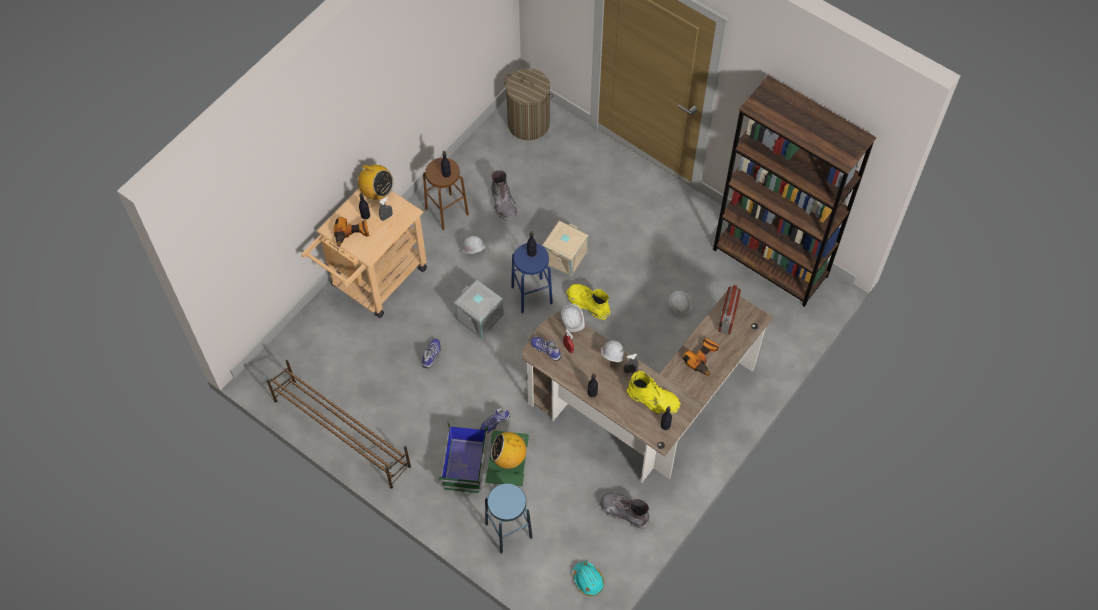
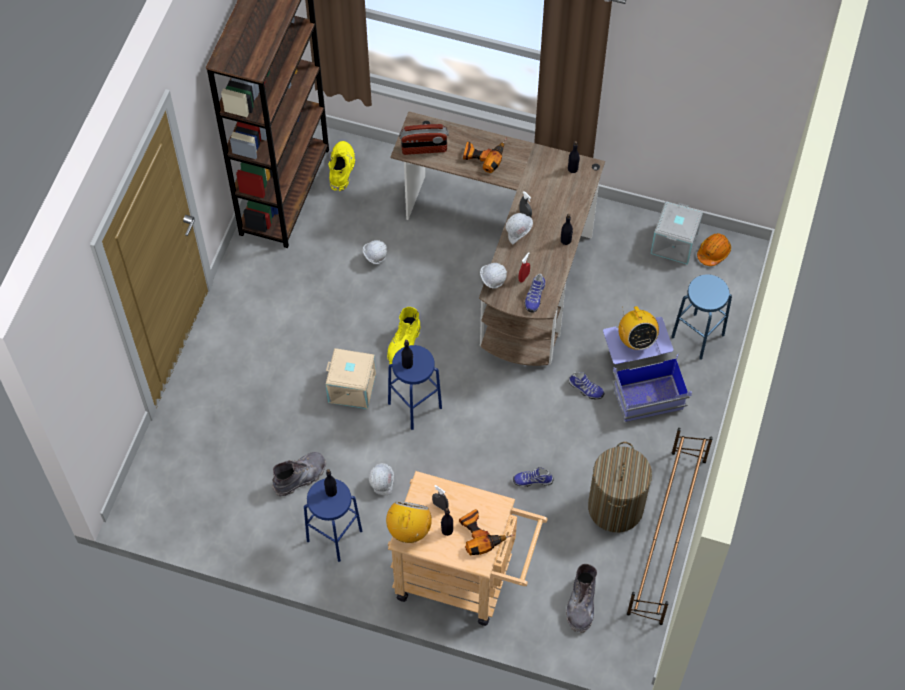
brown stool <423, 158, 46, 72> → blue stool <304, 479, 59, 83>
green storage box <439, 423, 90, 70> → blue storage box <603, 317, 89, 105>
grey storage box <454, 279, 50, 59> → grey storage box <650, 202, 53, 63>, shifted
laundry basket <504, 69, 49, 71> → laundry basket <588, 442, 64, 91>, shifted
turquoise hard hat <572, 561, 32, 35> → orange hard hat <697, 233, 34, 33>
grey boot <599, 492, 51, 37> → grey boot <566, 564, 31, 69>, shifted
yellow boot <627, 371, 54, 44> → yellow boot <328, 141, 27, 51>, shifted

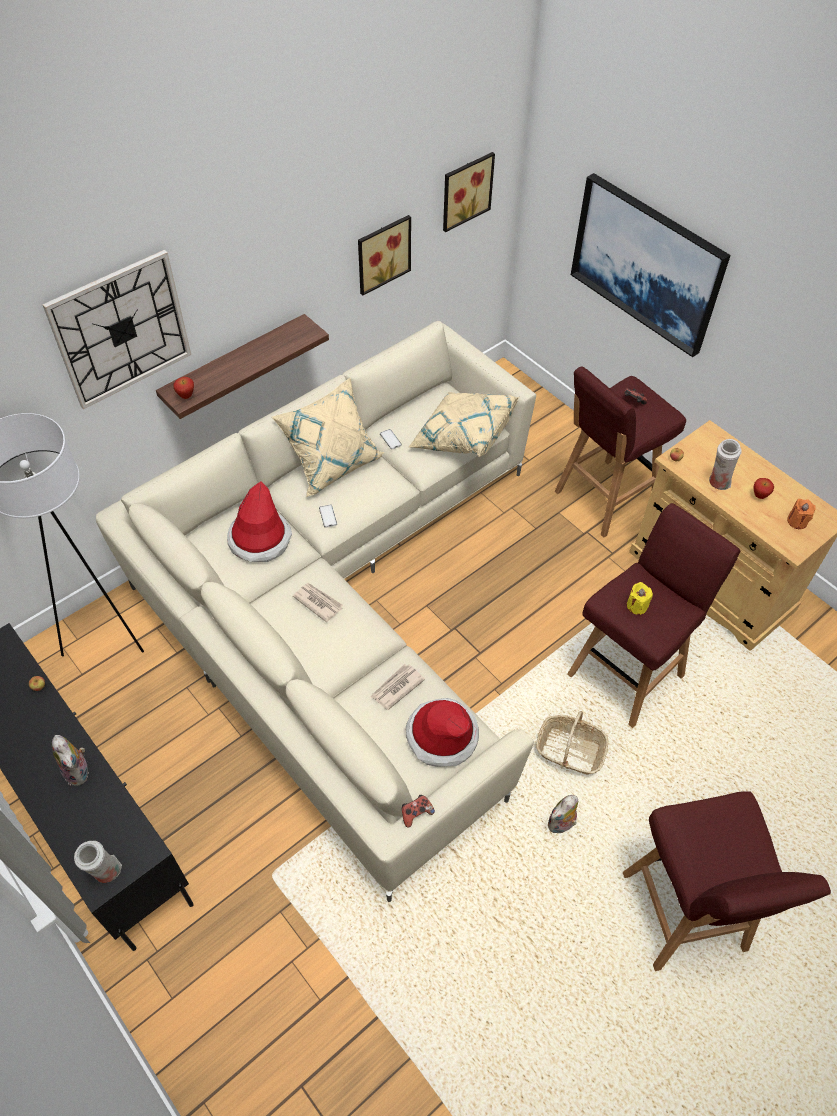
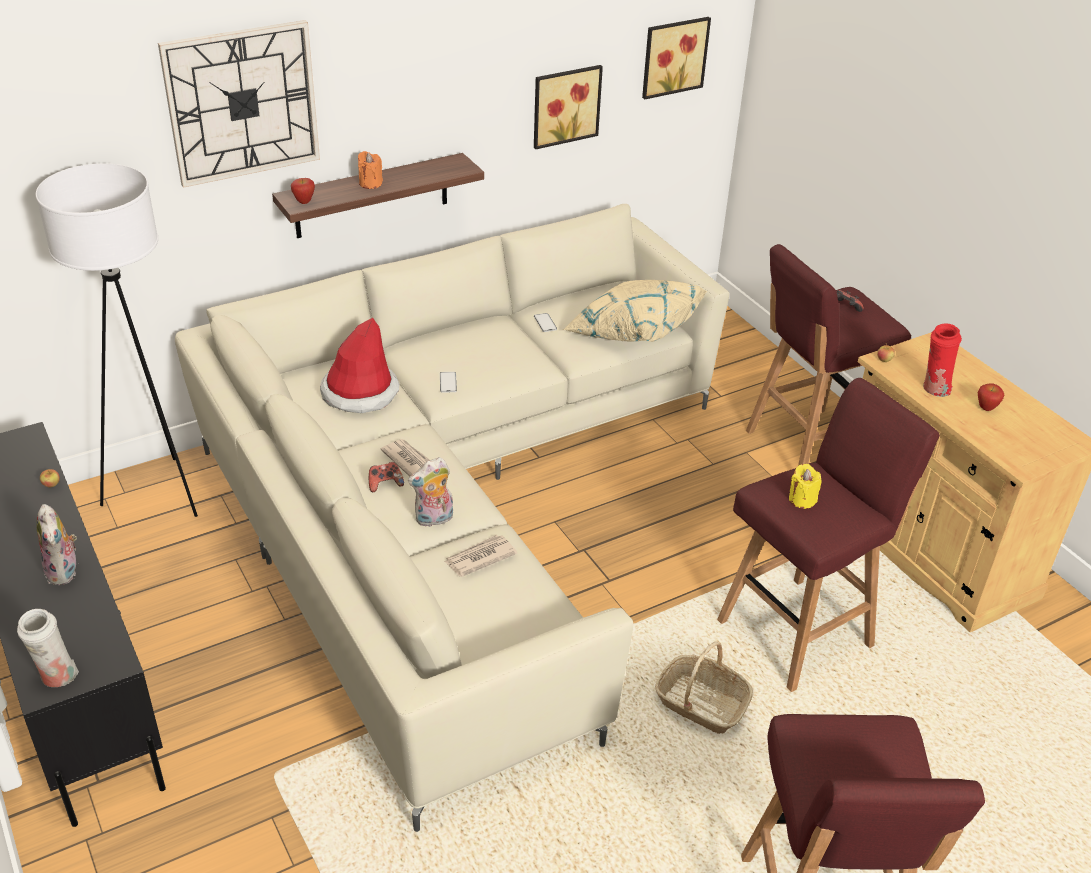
beige pillow <272, 378, 112, 119> → -
game controller <402, 795, 33, 33> → game controller <369, 462, 35, 30>, shifted
hat <406, 698, 73, 69> → -
plush toy <548, 795, 30, 38> → plush toy <408, 457, 45, 70>, shifted
picture <571, 173, 160, 184> → -
white vase <709, 439, 33, 51> → red vase <923, 324, 39, 73>
orange candle <787, 499, 29, 30> → orange candle <358, 151, 25, 38>, shifted

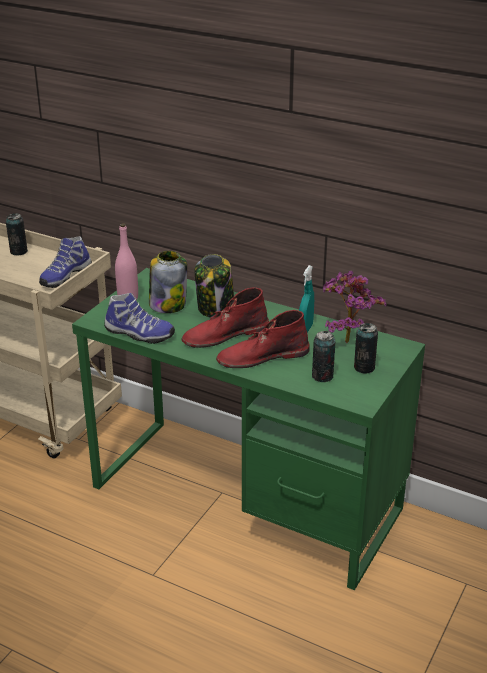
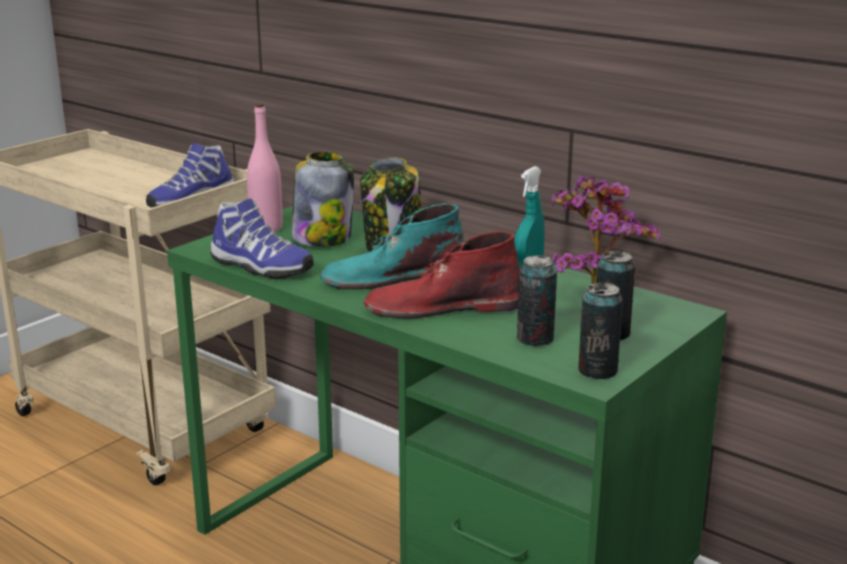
can <6, 213, 22, 43> → can <578, 282, 45, 97>, shifted
red boot <181, 287, 88, 61> → turquoise boot <320, 203, 145, 86>

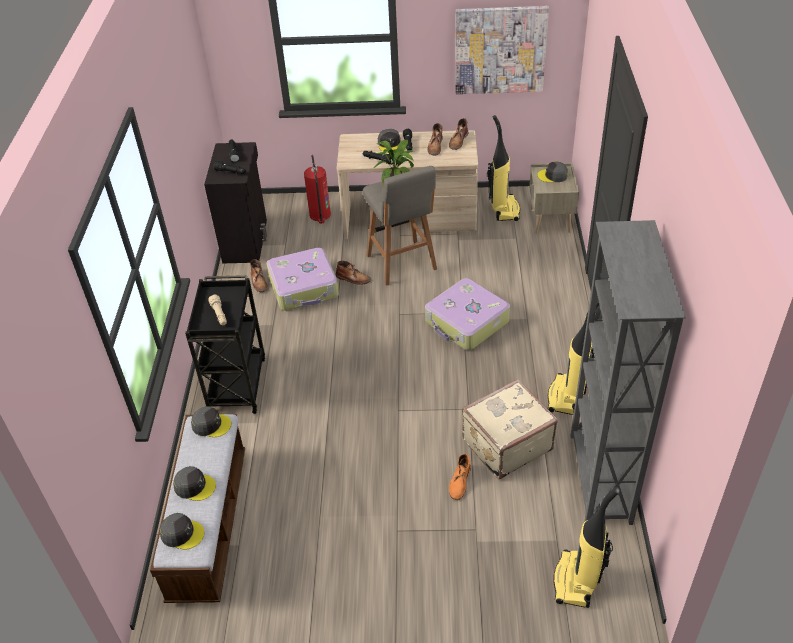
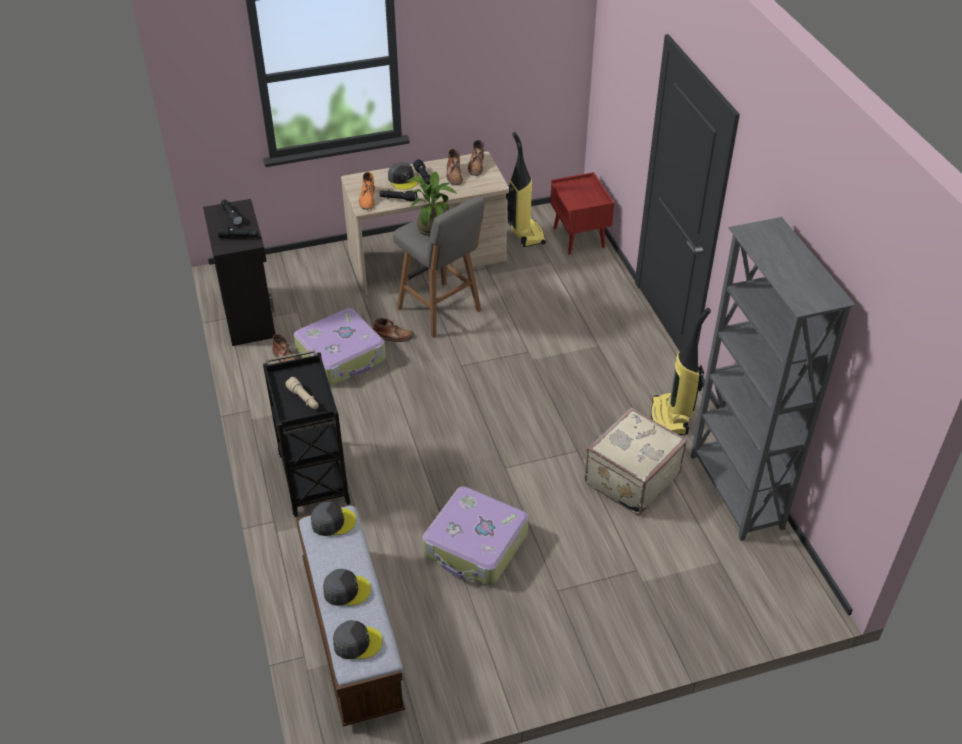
fire extinguisher <304, 155, 27, 69> → -
suitcase <425, 278, 85, 72> → suitcase <423, 486, 106, 100>, shifted
orange boot <449, 454, 22, 46> → orange boot <359, 172, 16, 38>, shifted
picture <455, 6, 94, 88> → -
beige nightstand <529, 163, 50, 71> → red nightstand <550, 172, 64, 83>
grey cap <537, 161, 31, 21> → -
vacuum cleaner <553, 487, 67, 121> → -

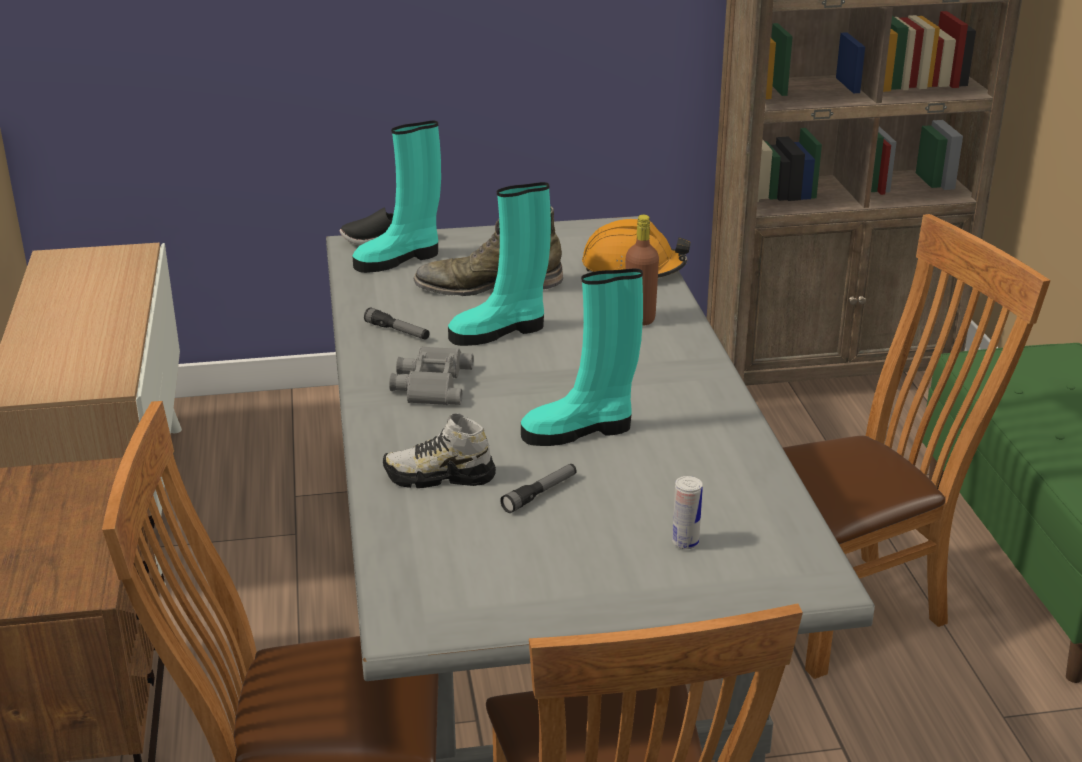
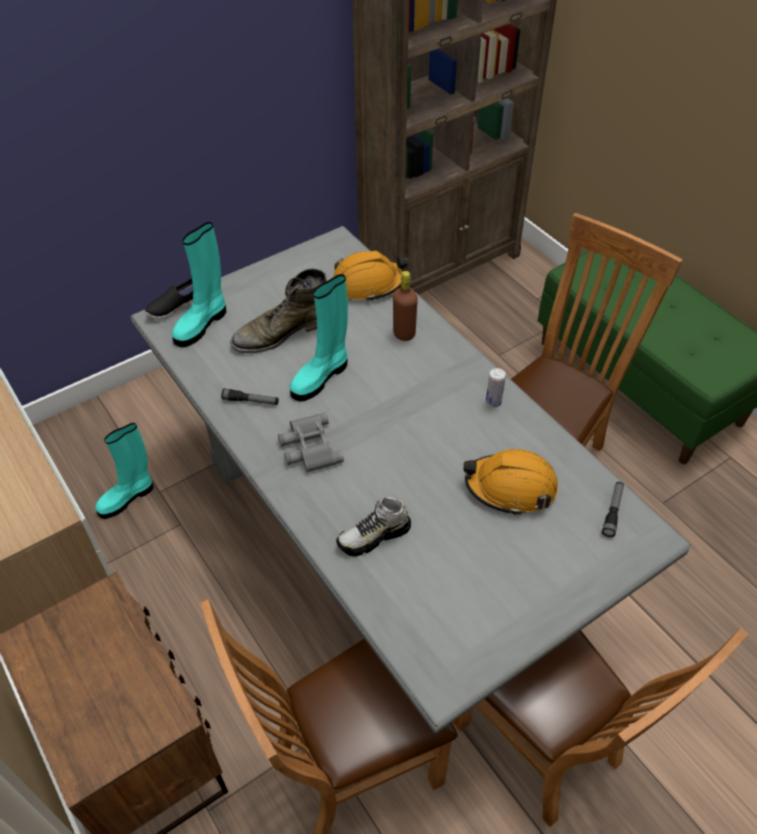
flashlight <500, 464, 77, 49> → flashlight <602, 482, 22, 55>, shifted
turquoise boot <521, 269, 122, 177> → turquoise boot <95, 423, 58, 96>, shifted
can <672, 476, 31, 73> → can <486, 368, 20, 39>, shifted
- → orange hard hat <463, 449, 95, 67>

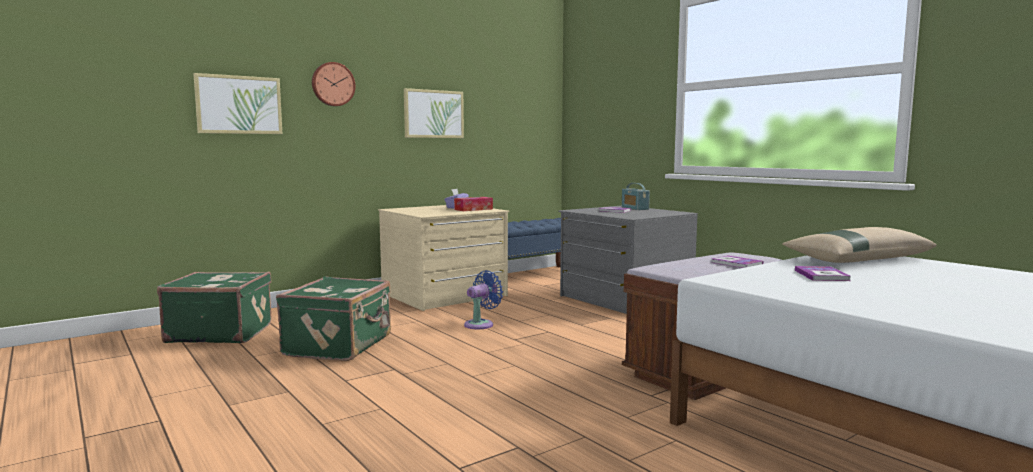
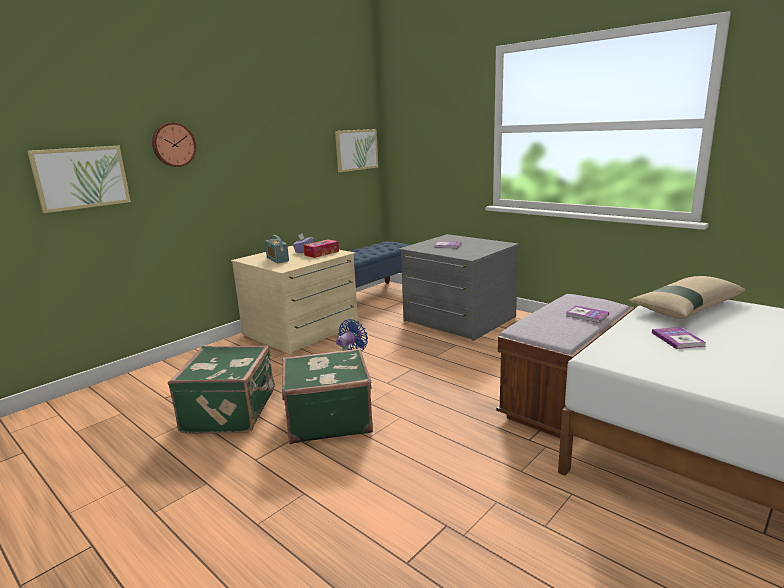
green suitcase <157, 272, 114, 71> → green suitcase <282, 348, 91, 96>, shifted
picture <404, 88, 60, 50> → picture <335, 129, 43, 43>, shifted
radio <622, 183, 28, 27> → radio <265, 235, 24, 28>, shifted

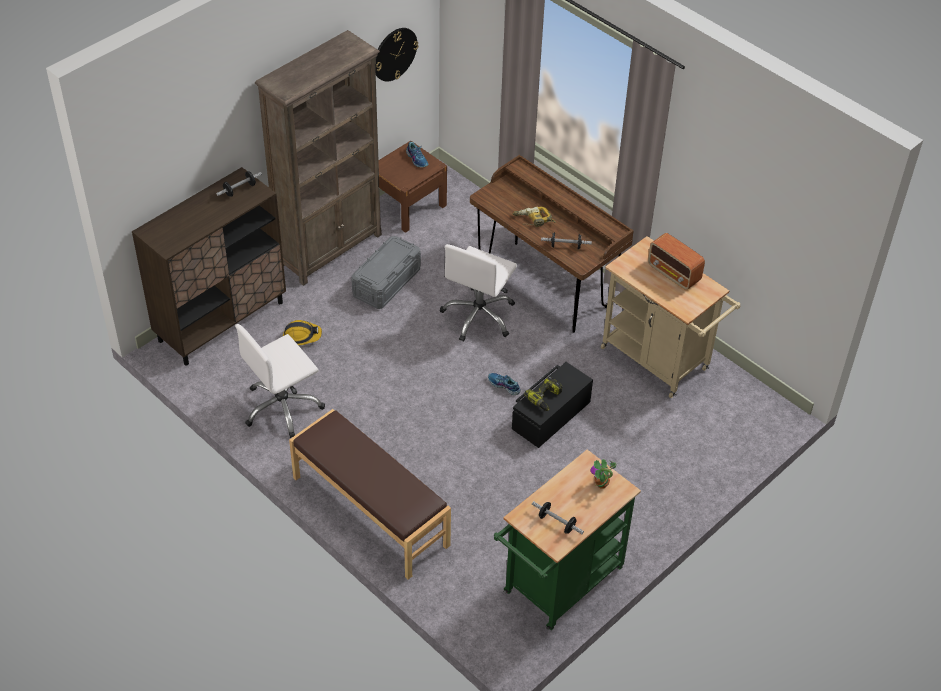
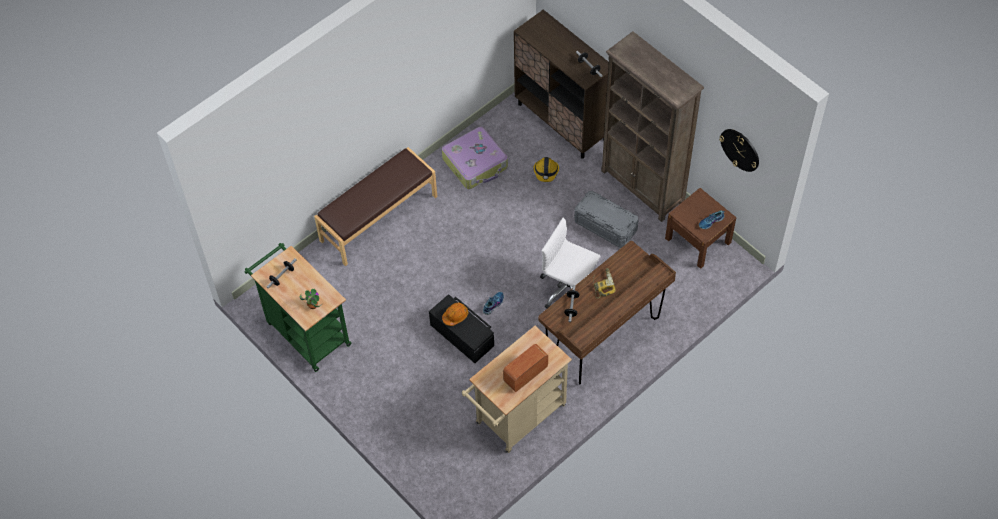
white office chair <235, 324, 90, 114> → suitcase <442, 127, 66, 62>
power drill <524, 376, 38, 35> → orange hard hat <442, 303, 27, 23>

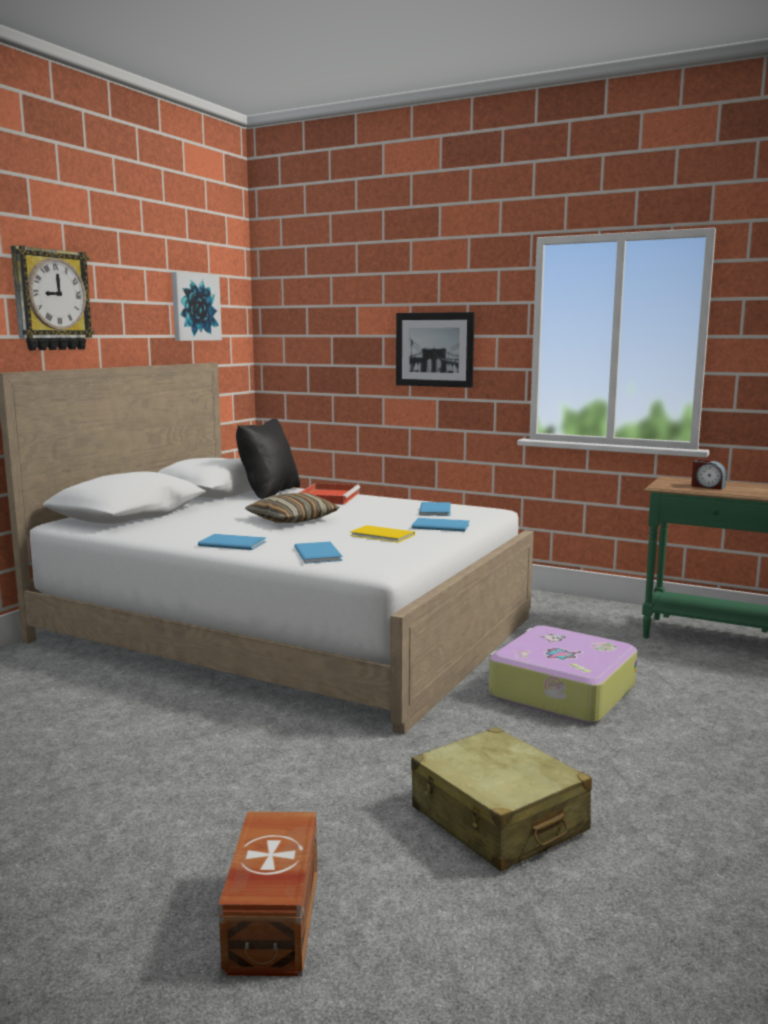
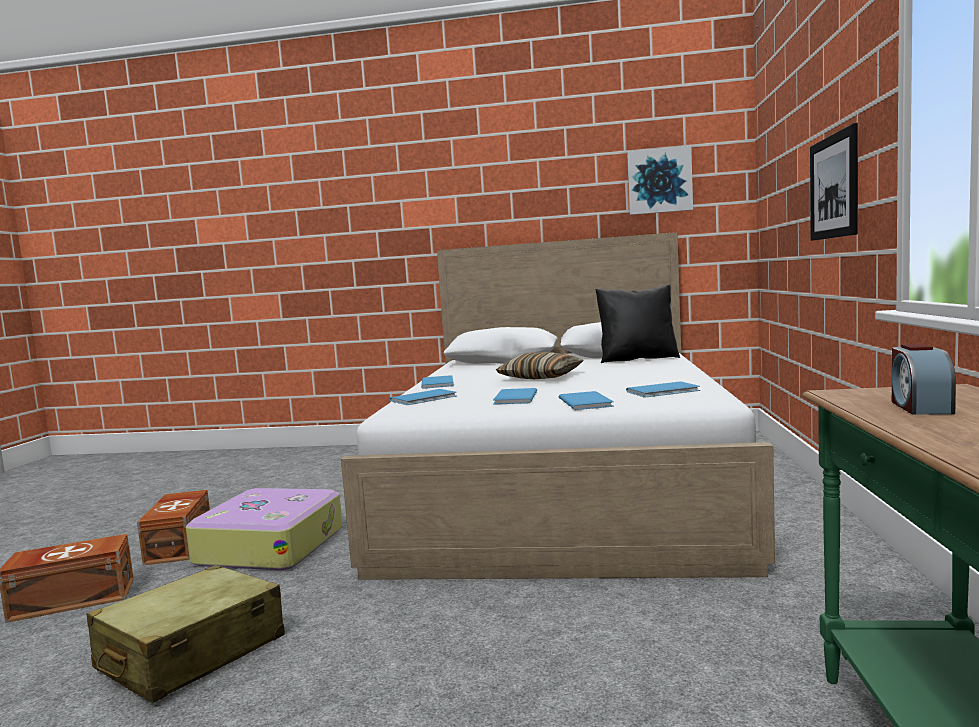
wall clock <11, 246, 84, 105> → -
red tray <299, 484, 61, 21> → -
yellow book <350, 525, 65, 18> → blue book <493, 388, 44, 17>
suitcase <489, 625, 148, 98> → suitcase <186, 488, 157, 82>, shifted
- → brown storage box <137, 490, 73, 76>

